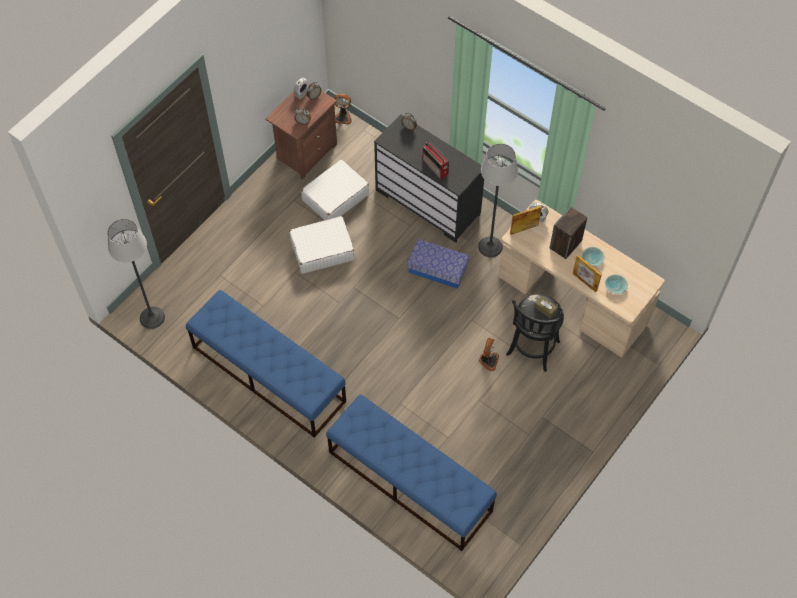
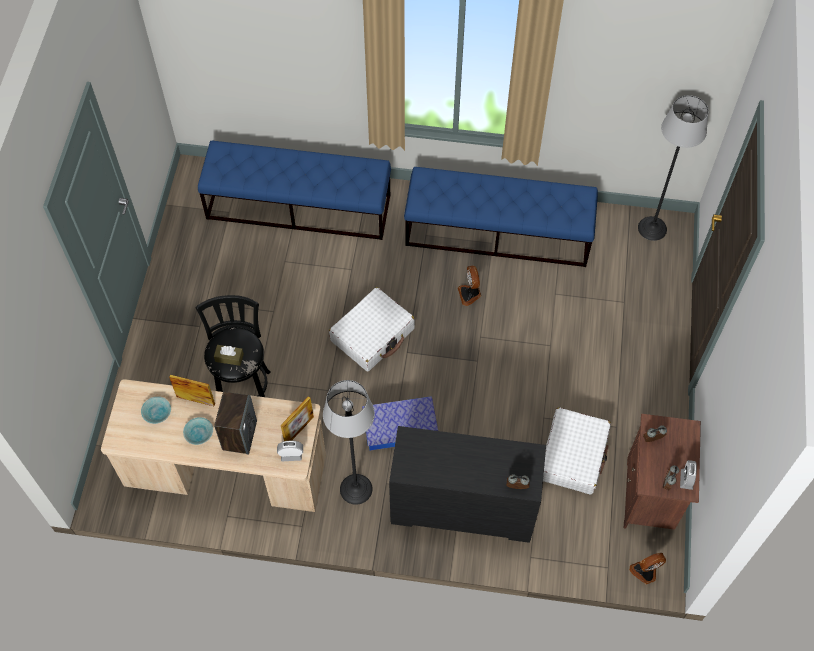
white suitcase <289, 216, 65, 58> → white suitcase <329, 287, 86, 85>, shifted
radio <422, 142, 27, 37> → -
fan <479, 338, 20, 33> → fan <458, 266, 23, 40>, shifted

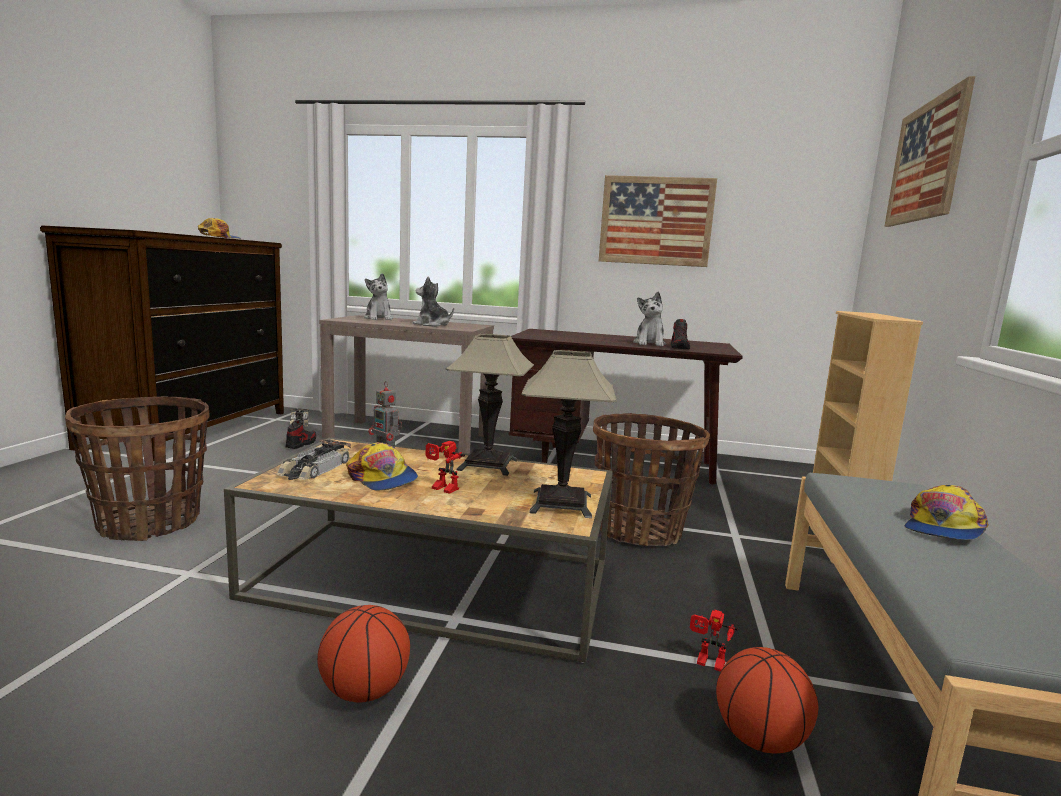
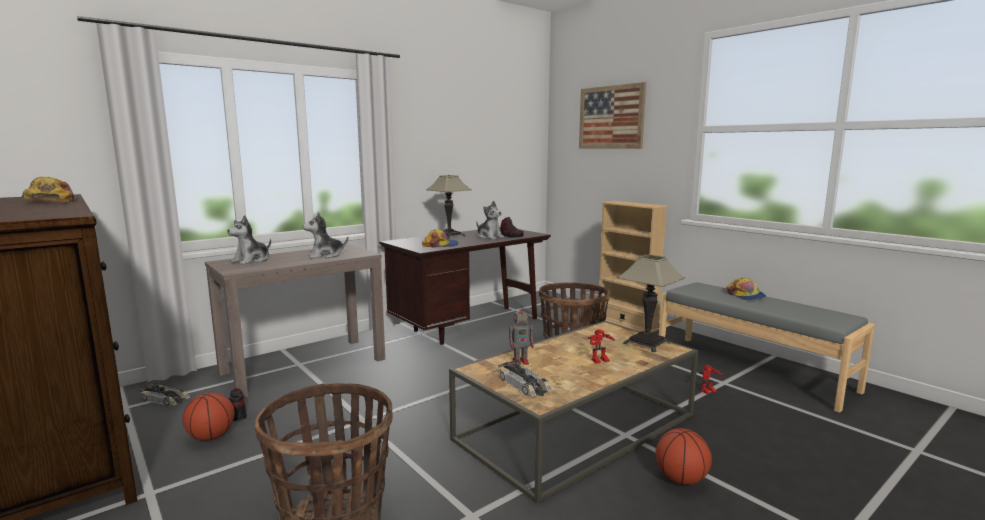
cap <346, 442, 72, 49> → cap <422, 229, 37, 19>, shifted
plush toy <364, 273, 29, 47> → plush toy <227, 215, 44, 49>, 105 degrees clockwise
table lamp <446, 334, 88, 142> → table lamp <426, 175, 46, 64>, shifted
picture <599, 175, 118, 92> → -
basketball <716, 647, 102, 107> → basketball <182, 392, 53, 49>, shifted

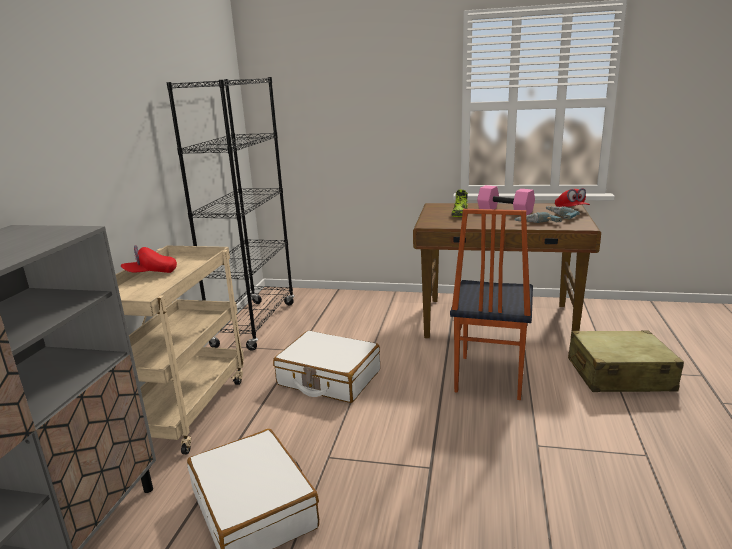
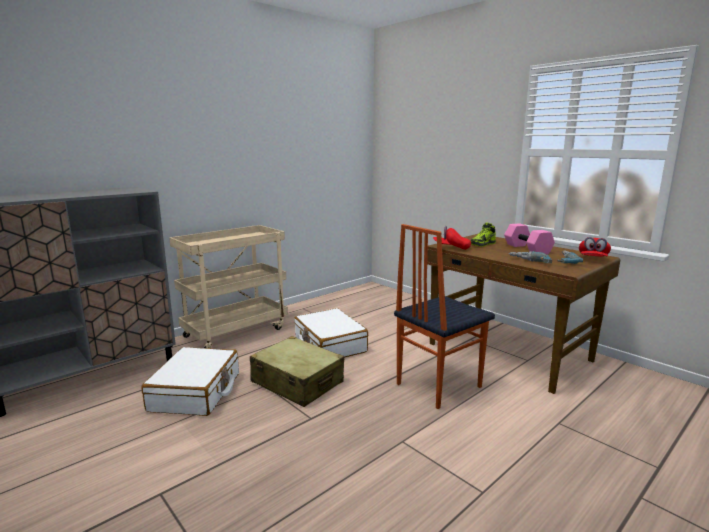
red cap <121, 245, 56, 28> → red cap <433, 226, 38, 24>, shifted
black bookcase <166, 77, 128, 274> → -
beige suitcase <568, 330, 116, 62> → beige suitcase <250, 336, 94, 71>, shifted

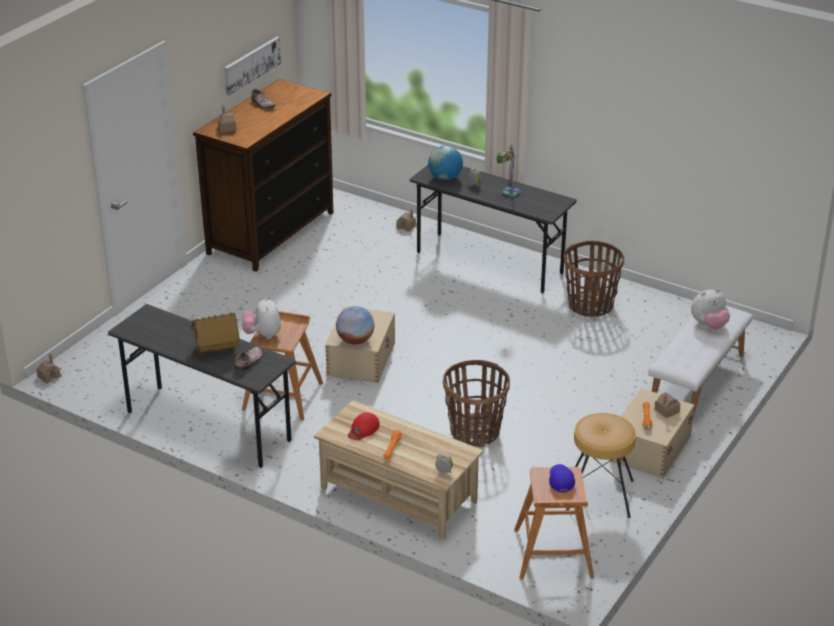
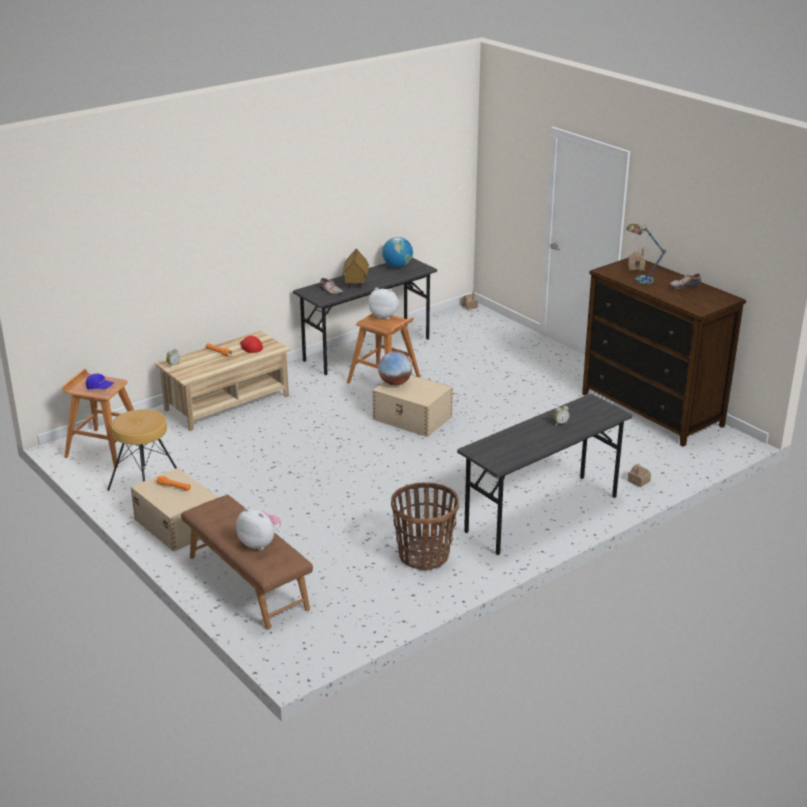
picture <224, 37, 57, 58> → -
globe <428, 146, 35, 34> → globe <382, 237, 31, 31>, shifted
basket <443, 360, 67, 87> → -
table lamp <496, 146, 24, 52> → table lamp <626, 223, 41, 62>, shifted
white bench <648, 306, 105, 111> → brown bench <181, 495, 132, 135>
toy house <655, 392, 25, 26> → -
plush toy <691, 289, 39, 41> → plush toy <236, 508, 45, 42>, 120 degrees clockwise

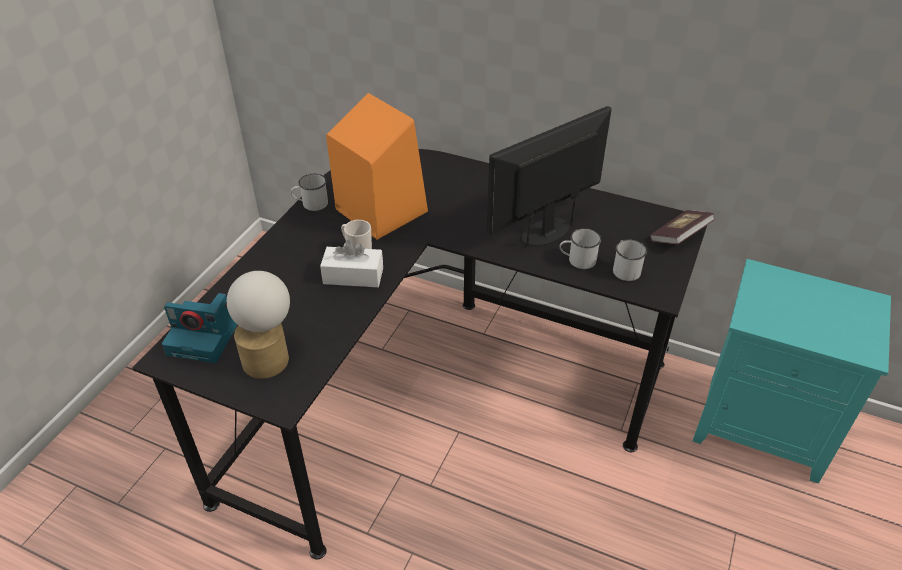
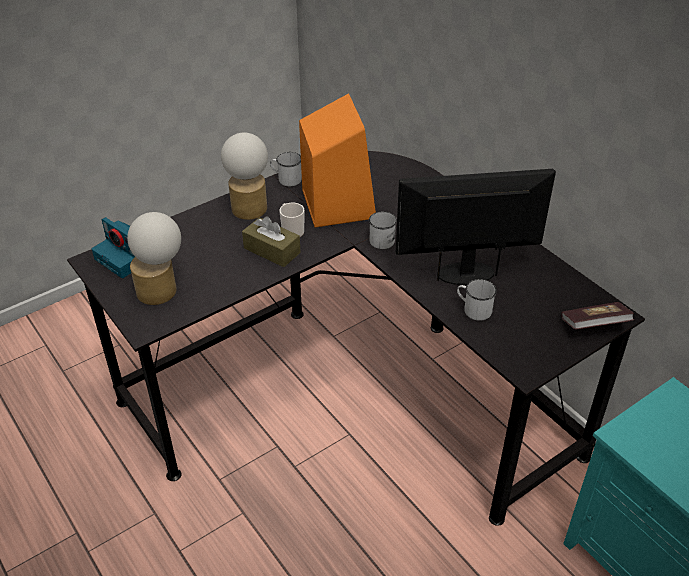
white tissue box <320, 240, 63, 47> → brown tissue box <242, 216, 59, 51>
white mug <613, 240, 34, 41> → white mug <369, 211, 28, 38>, shifted
- → table lamp <221, 133, 47, 87>

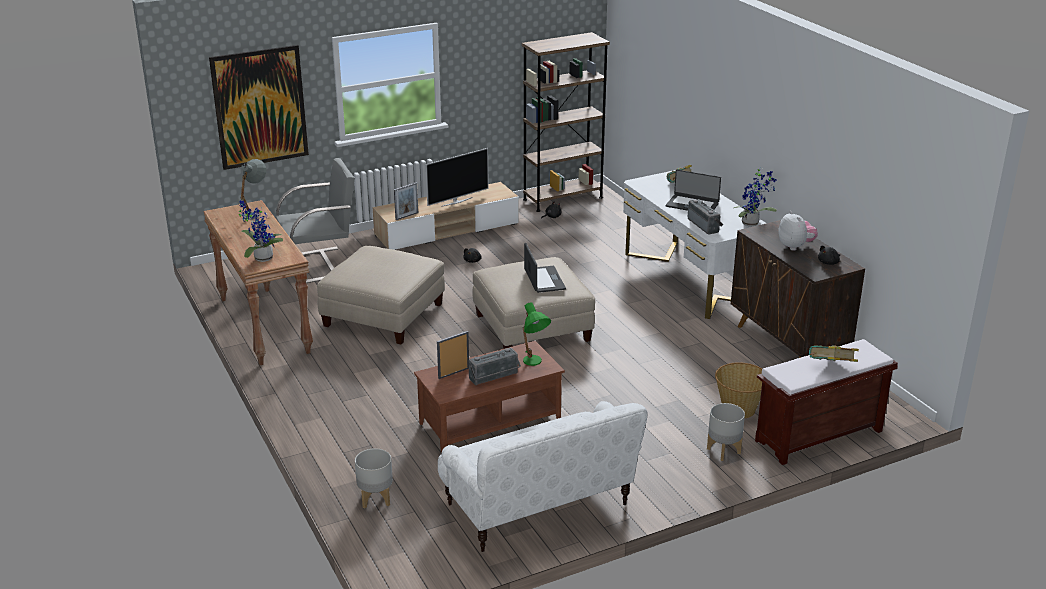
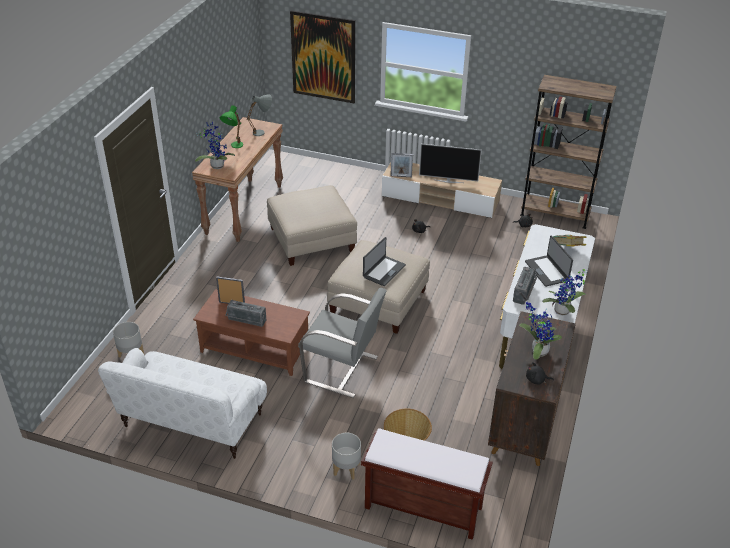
grey armchair <275, 158, 80, 125> → grey armchair <298, 288, 89, 110>, shifted
green table lamp <523, 302, 28, 64> → green table lamp <220, 105, 23, 43>, shifted
plush toy <778, 211, 40, 40> → potted plant <519, 302, 43, 58>
book <809, 345, 50, 17> → -

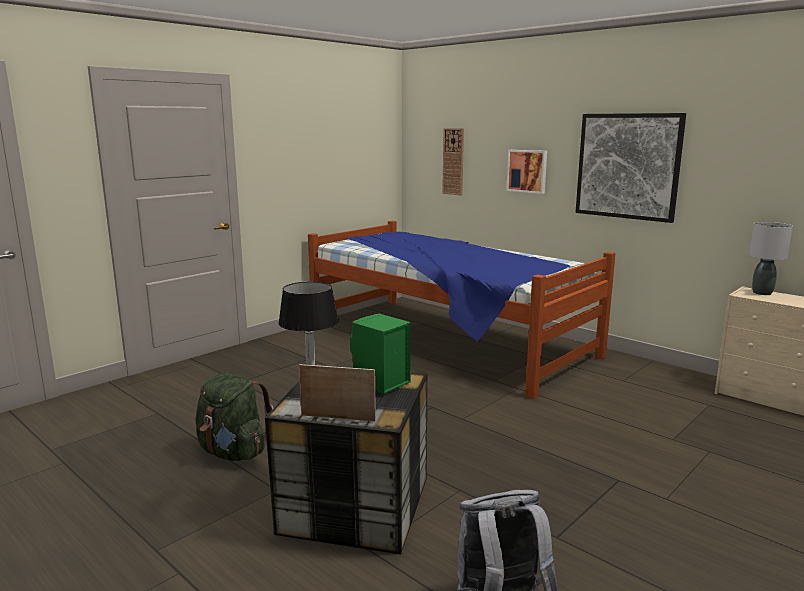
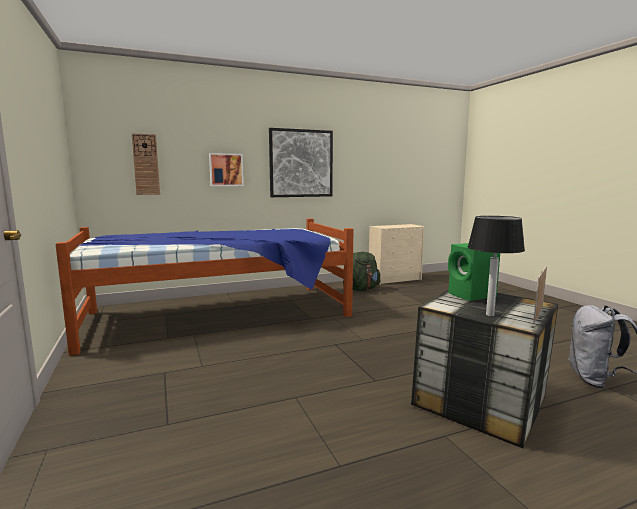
green backpack <196, 373, 77, 88> → green backpack <343, 252, 37, 39>, shifted
grey table lamp <749, 222, 44, 73> → -

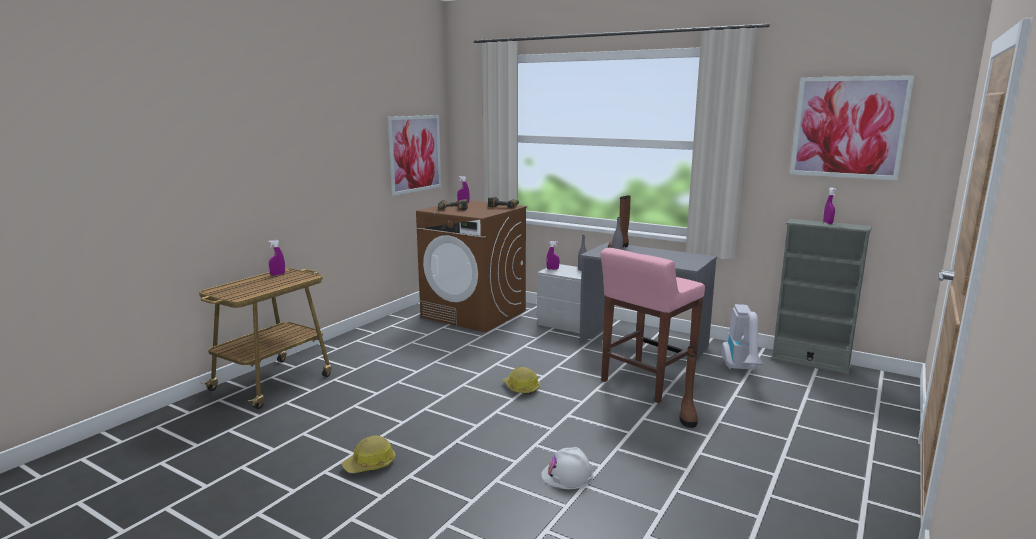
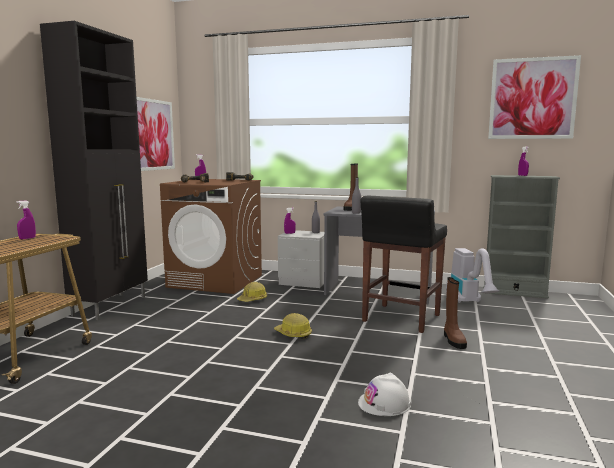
hard hat <342, 435, 53, 39> → hard hat <237, 282, 30, 20>, shifted
pink stool <601, 248, 104, 155> → black stool <360, 195, 87, 138>
- → black cabinet <40, 21, 108, 299>

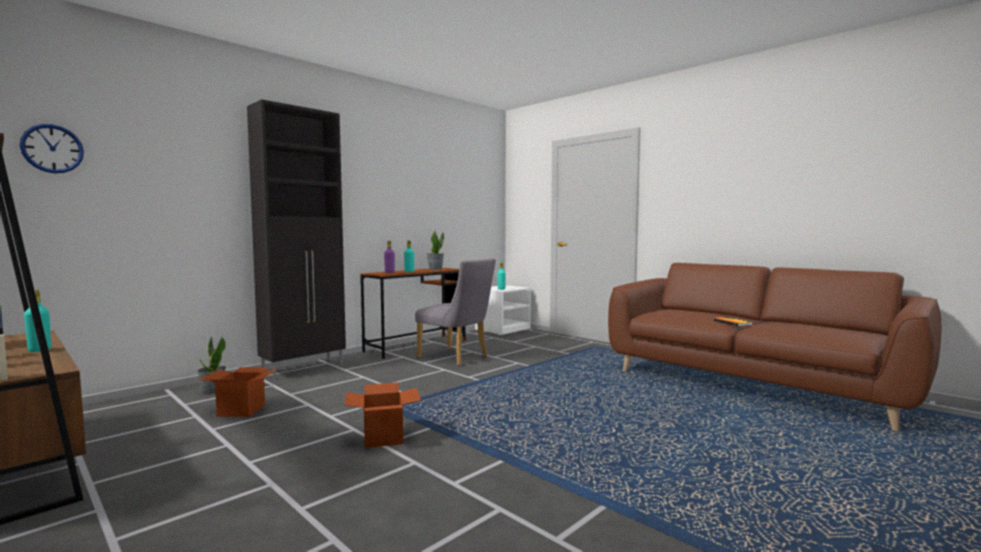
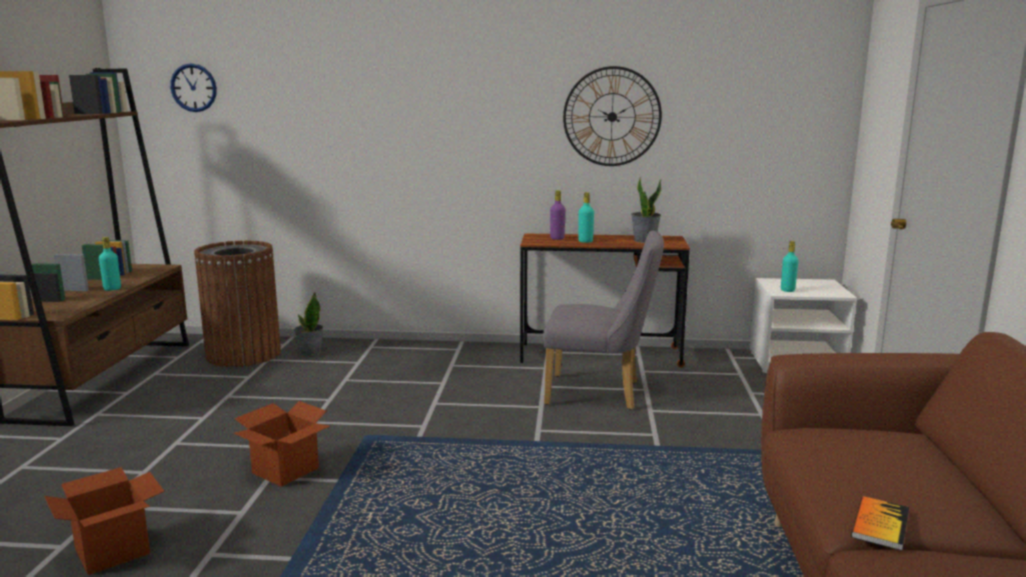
cardboard box <199, 367, 79, 50> → cardboard box <44, 467, 121, 108>, shifted
black cabinet <247, 99, 99, 280> → -
grey chair <415, 258, 81, 108> → grey chair <543, 231, 121, 179>, 75 degrees counterclockwise
- → brown trash can <194, 240, 87, 127>
- → wall clock <563, 66, 99, 100>

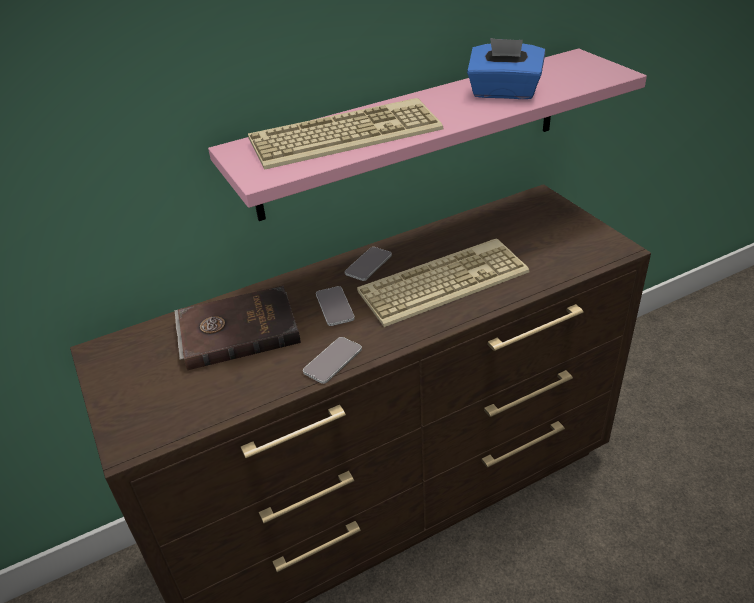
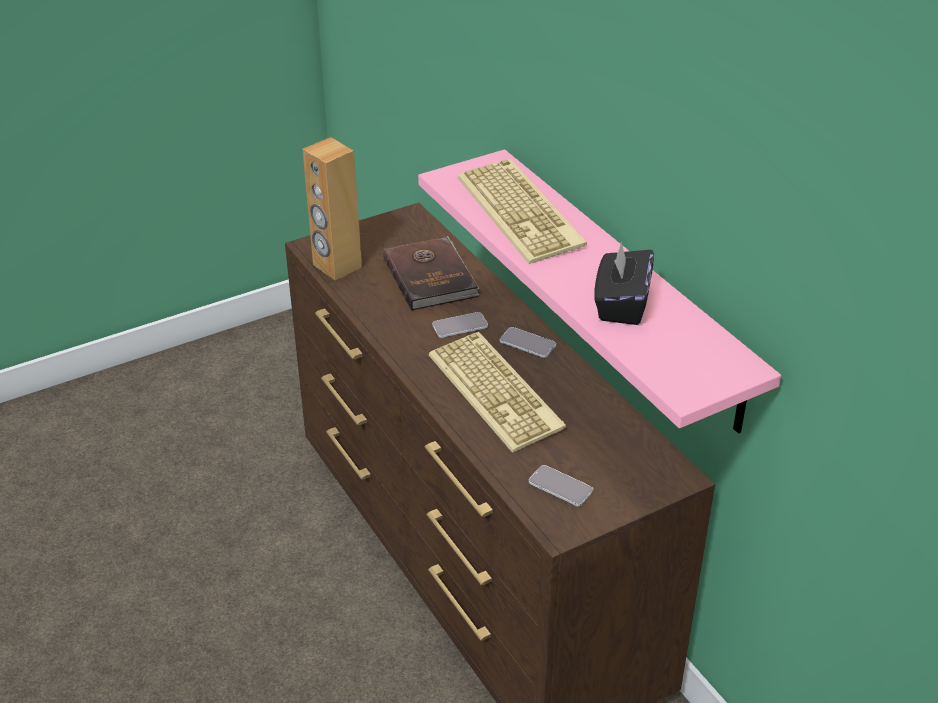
phone <303, 337, 59, 47> → phone <529, 465, 64, 41>, shifted
blue tissue box <467, 38, 78, 61> → black tissue box <594, 242, 60, 83>
- → brown speaker <303, 137, 59, 144>

